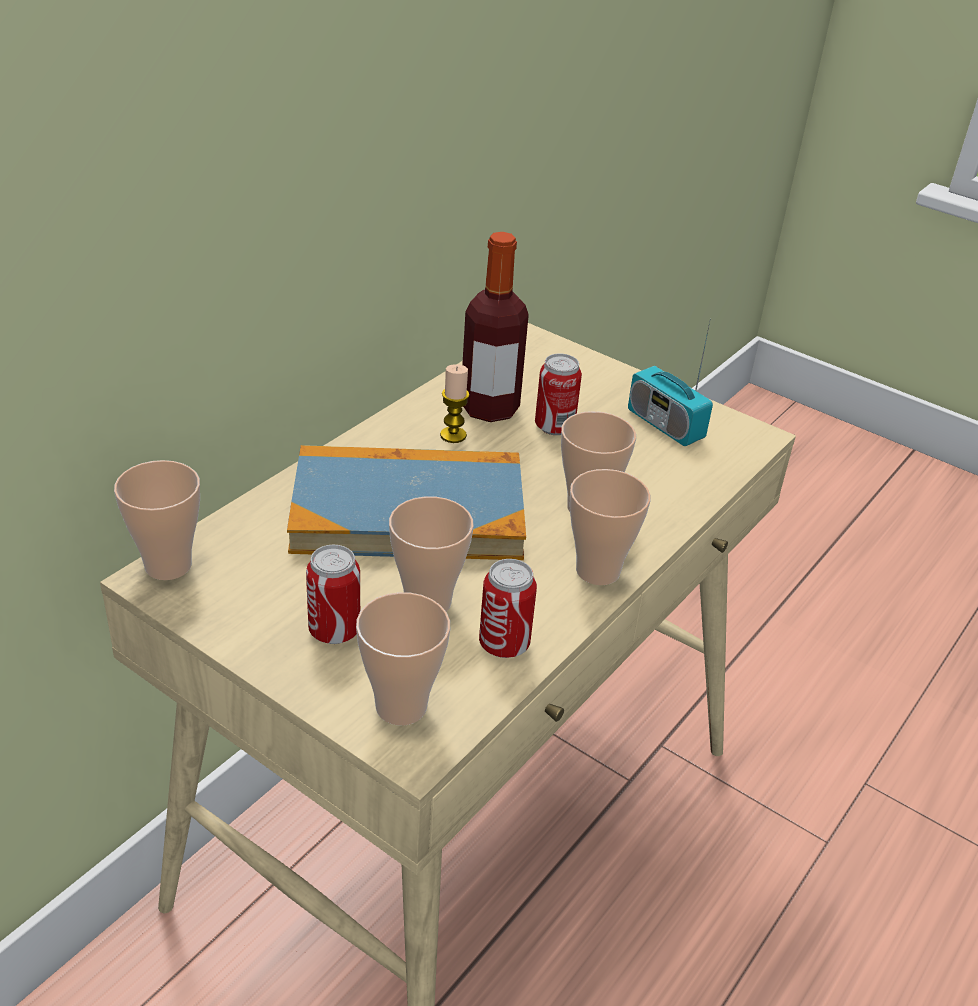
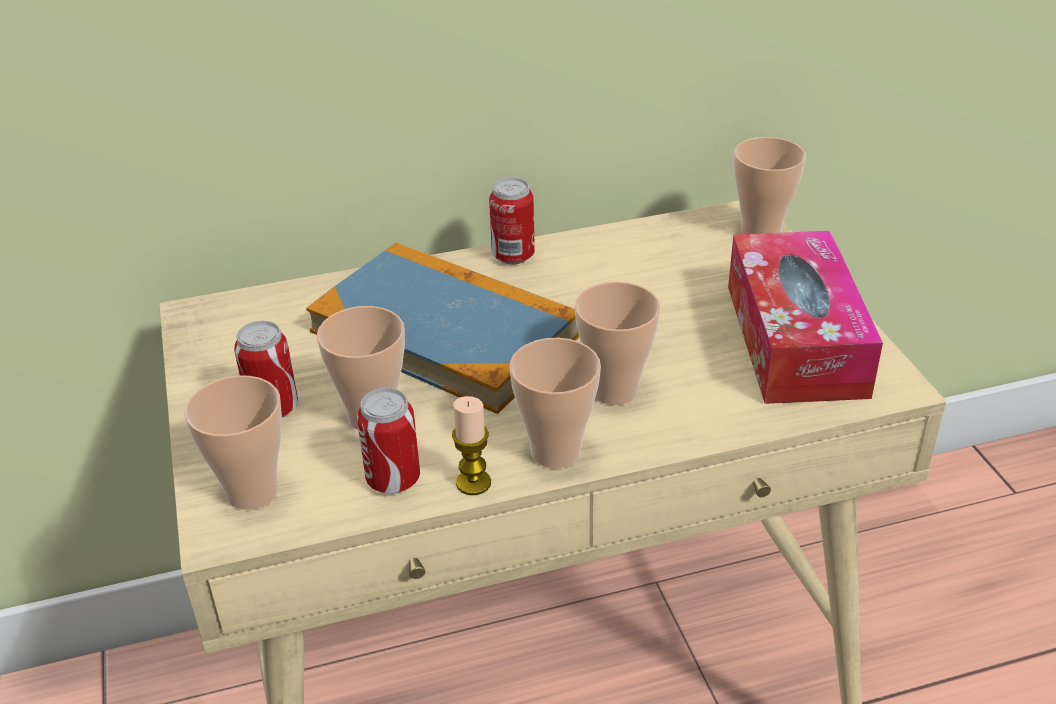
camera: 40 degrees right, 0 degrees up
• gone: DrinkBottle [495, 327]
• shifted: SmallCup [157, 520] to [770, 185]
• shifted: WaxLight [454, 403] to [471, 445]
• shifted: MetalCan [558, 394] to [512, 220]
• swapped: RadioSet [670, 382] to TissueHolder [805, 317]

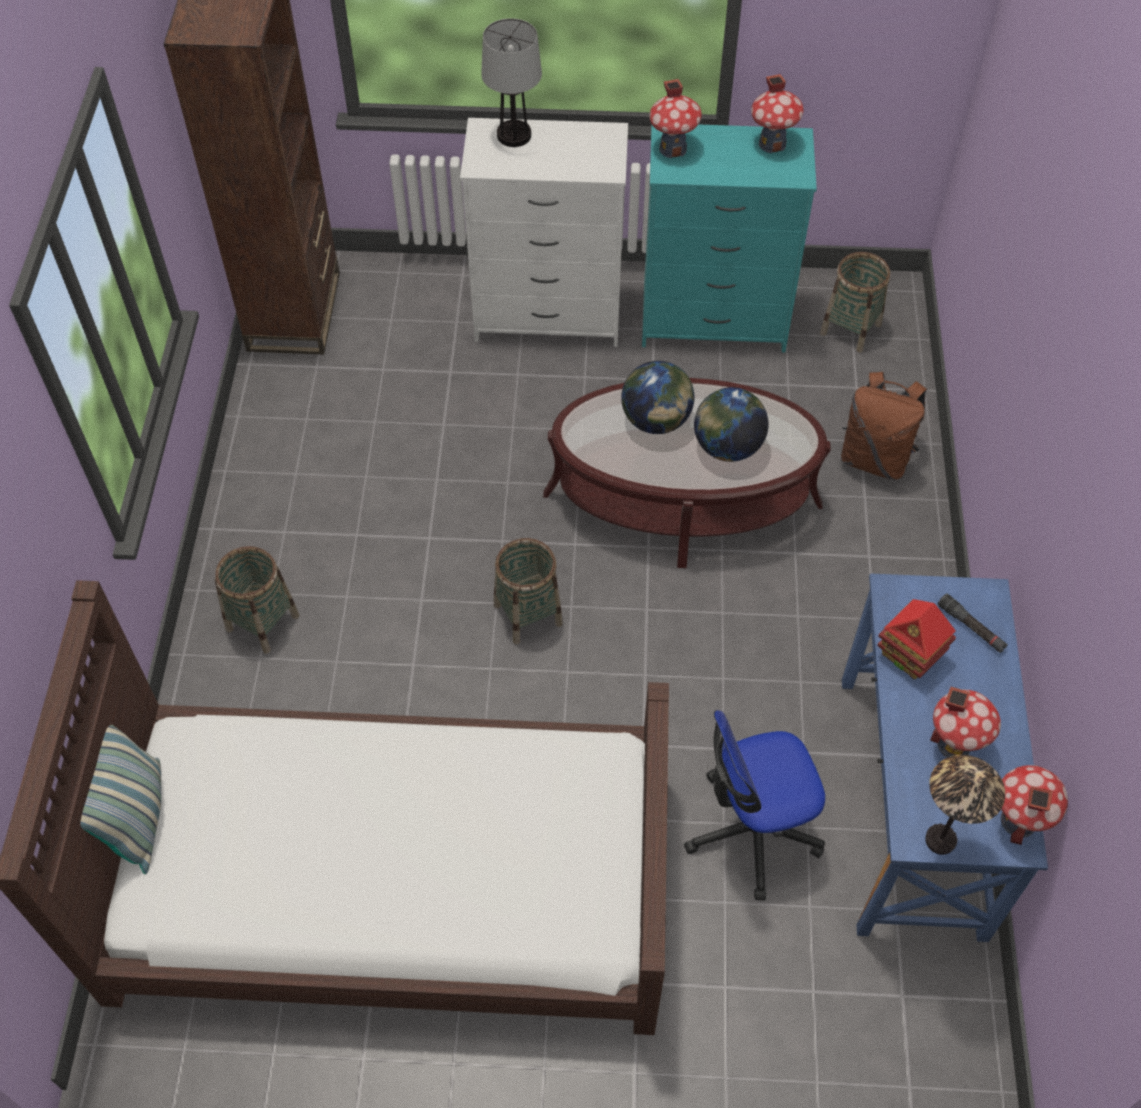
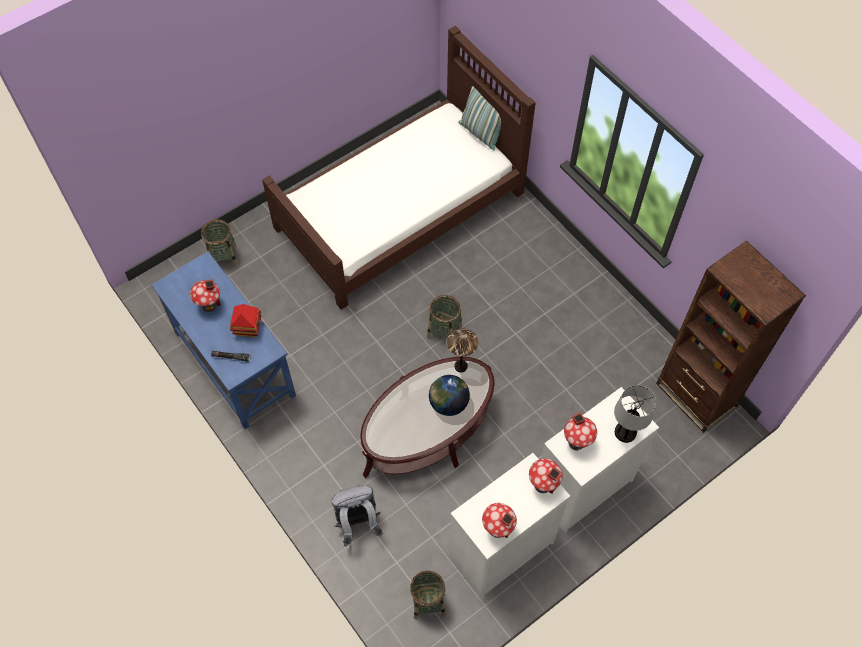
camera: 140 degrees right, 5 degrees up
• gone: OfficeChair [754, 805]
• gone: DeskGlobe [731, 424]
• shifted: Basket [257, 599] to [219, 243]
• shifted: LampForATable [965, 805] to [462, 351]
• shifted: MiniatureHouse [1034, 805] to [580, 431]
• repainted: TurquoiseDrawerChest [729, 238] to WhiteDrawerChest [509, 526]
• repainted: BrownColouredBackpack [884, 426] to GreyishBackpack [357, 515]

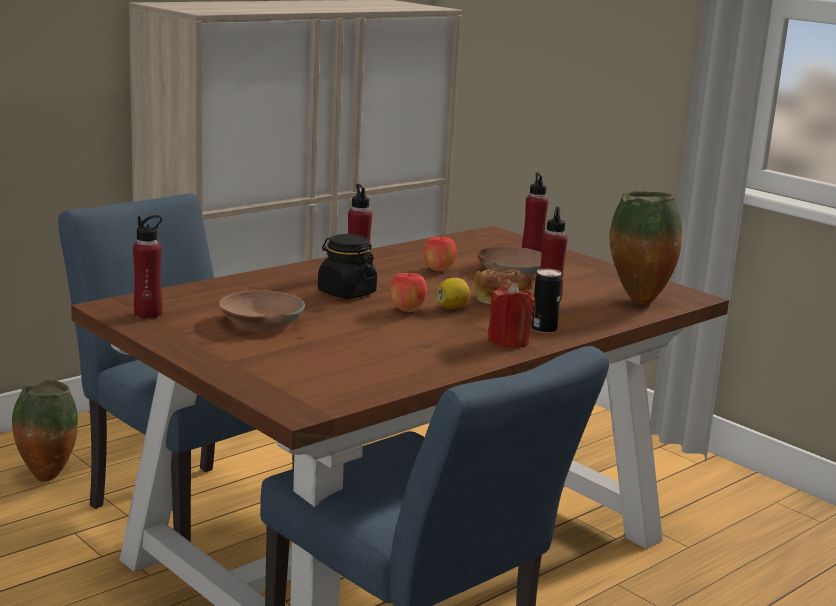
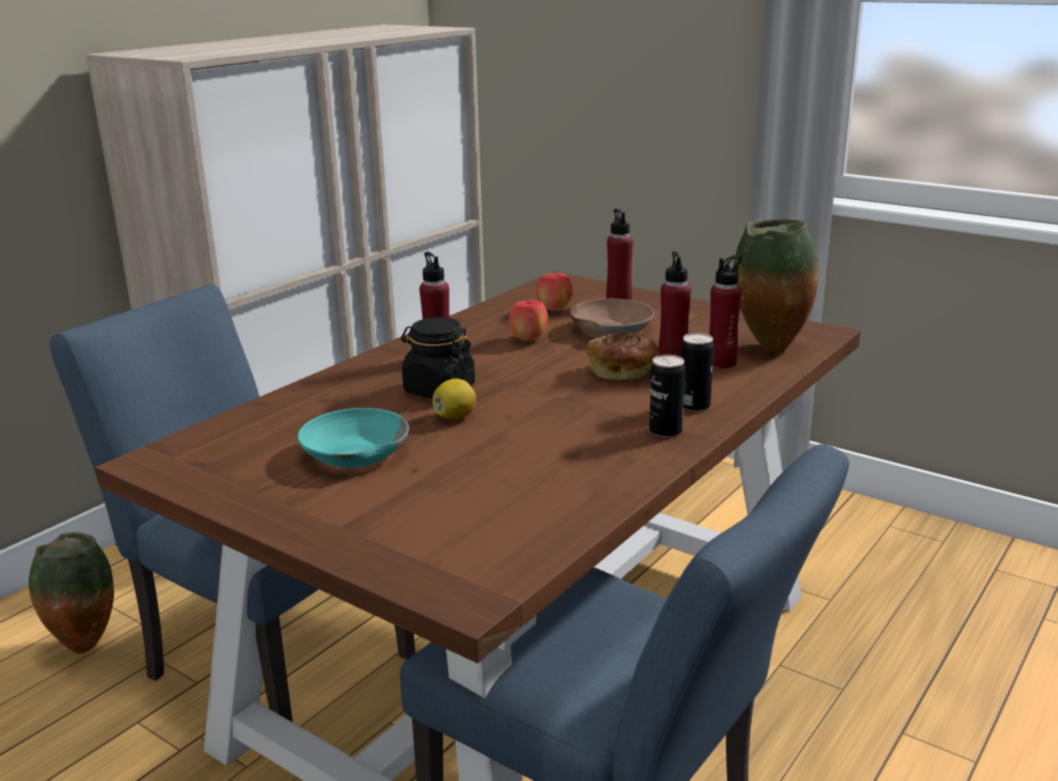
camera: 10 degrees left, 5 degrees up
• shifted: RedDrinkBottle [147, 267] to [725, 312]
• shifted: AppleFruit [408, 292] to [554, 292]
• shifted: Lemon [453, 293] to [454, 399]
• swapped: RedWaxLight [511, 315] to MetalCan [667, 396]
• repainted: BrownColouredDeepDish [262, 310] to TurquoiseDeepDish [353, 438]

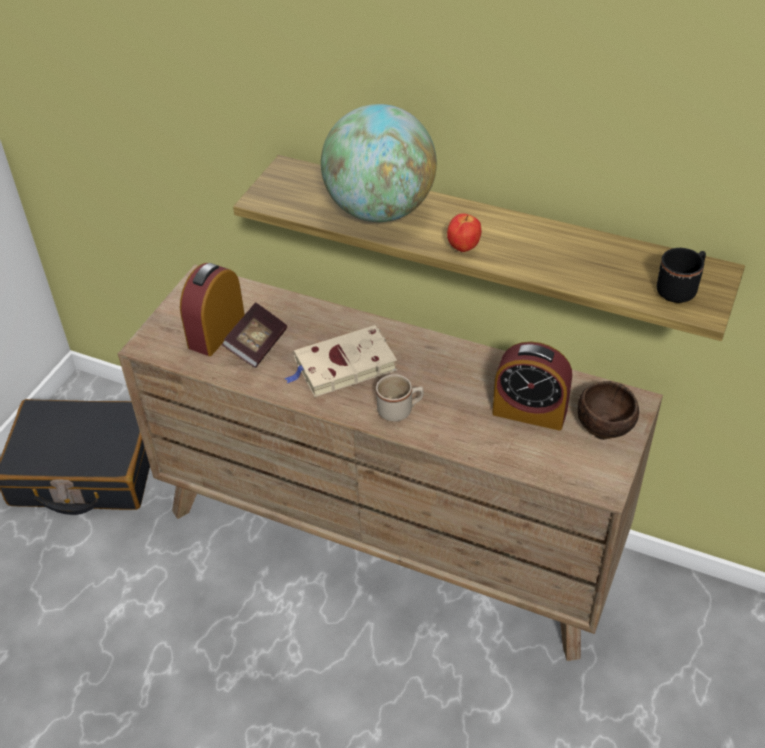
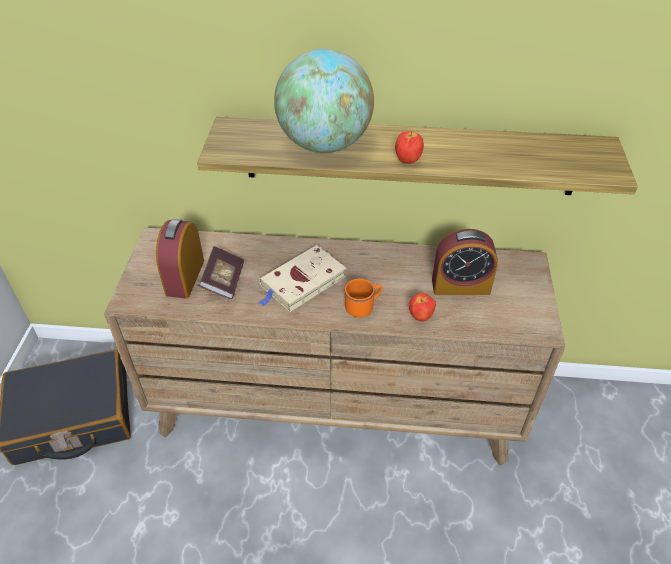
camera: 20 degrees left, 0 degrees up
• gone: BrownColouredDeepDish [608, 410]
• gone: BlackColouredTeaMug [681, 275]
• new: AppleFruit [422, 307]
• repainted: BeigeTeaMug [400, 398] to OrangeTeaMug [363, 298]

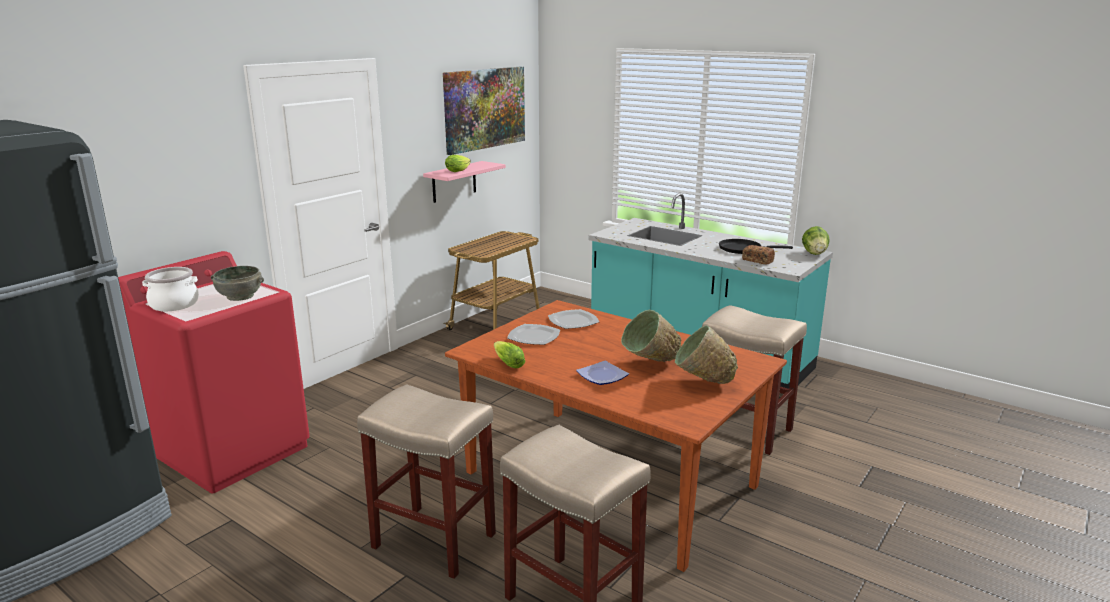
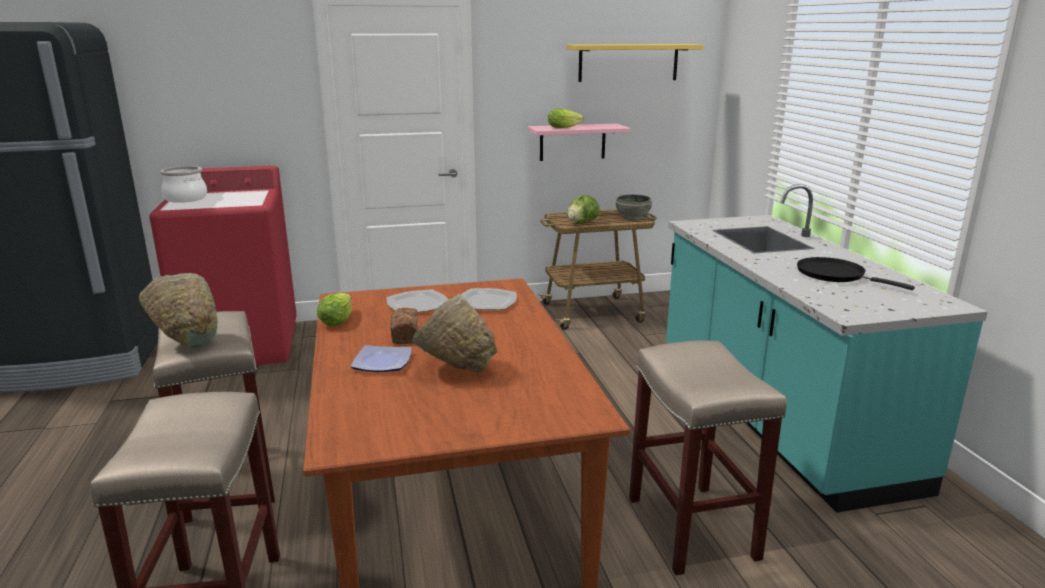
camera: 40 degrees right, 0 degrees up
• shifted: GreyishDeepDish [237, 283] to [634, 207]
• shifted: GreenColouredDeepDish [706, 354] to [178, 310]
• shifted: BakedBread [758, 254] to [404, 326]
• shifted: Lettuce [816, 240] to [583, 209]
• swapped: WallArt [484, 111] to YellowColouredBracketShelf [635, 63]

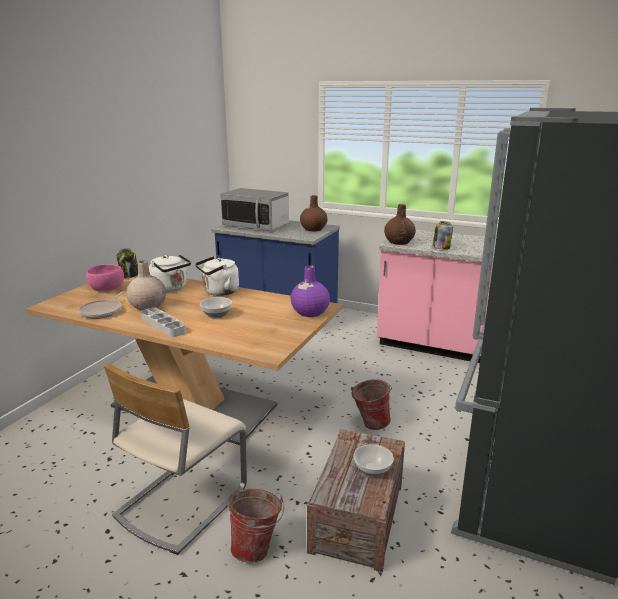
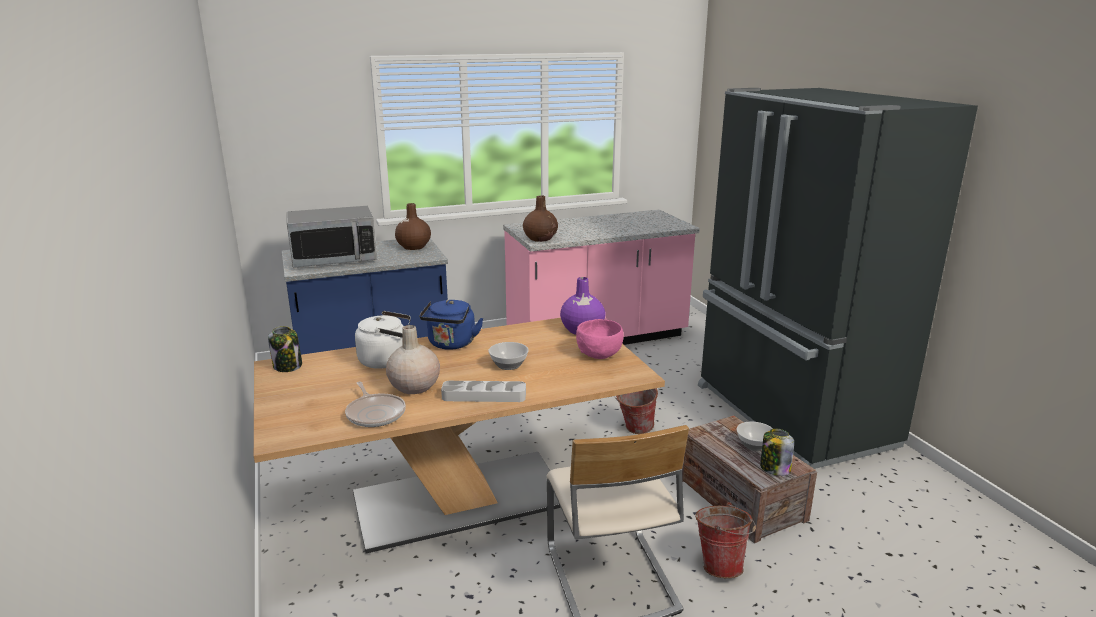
camera: 45 degrees left, 0 degrees up
• shifted: PinkDeepDish [105, 278] to [600, 339]
• shifted: StorageJar [443, 235] to [777, 452]
• repainted: WhiteWaterKettle [217, 276] to BluishWaterKettle [451, 325]

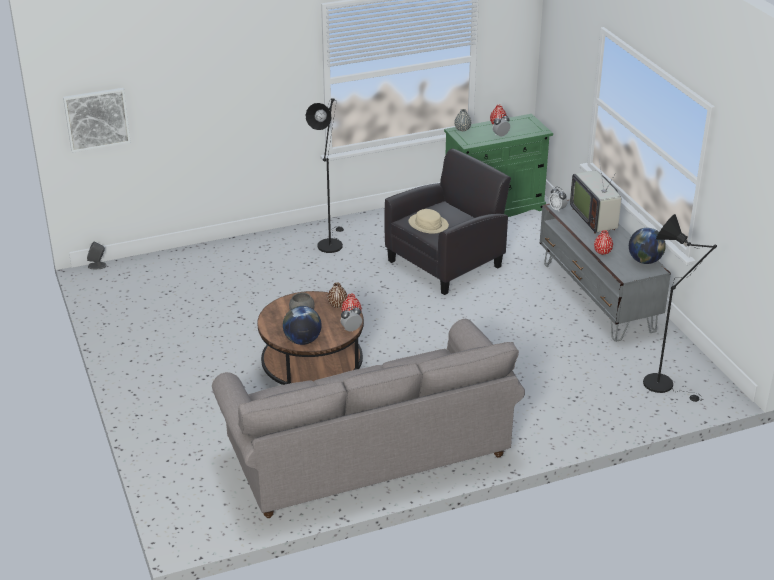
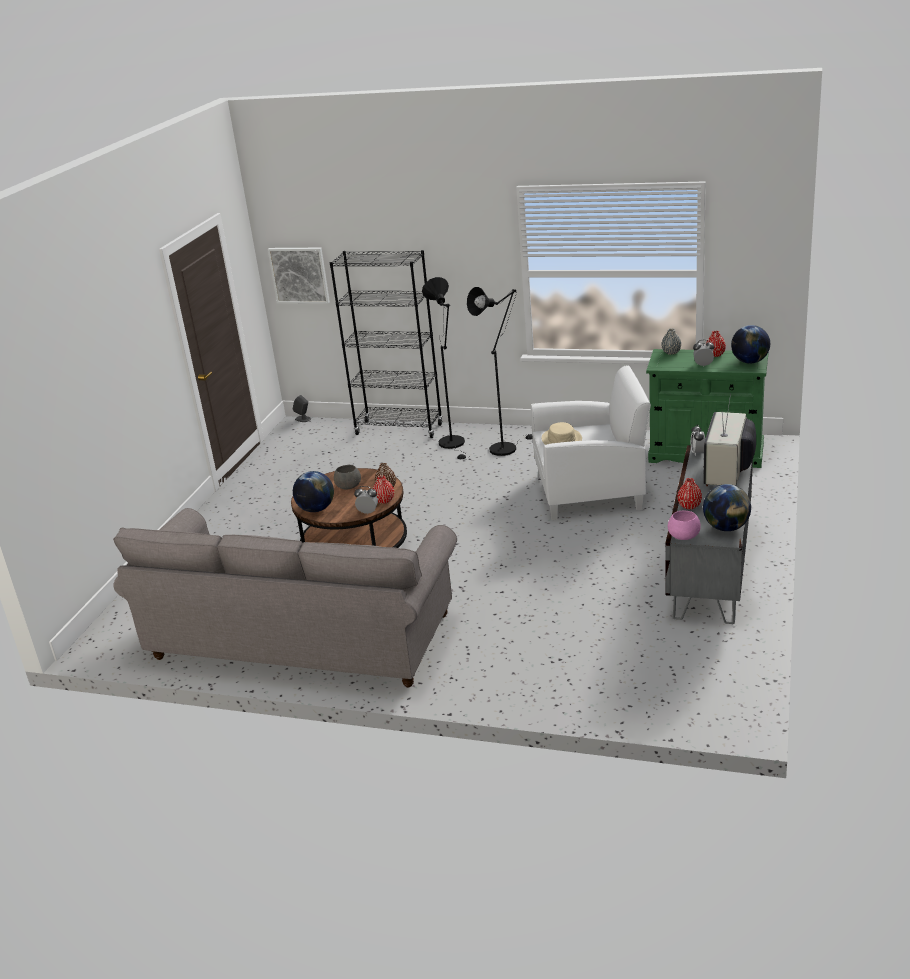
camera: 40 degrees right, 5 degrees down
• new: BlackColouredBookshelf [386, 344]
• new: PinkDeepDish [684, 525]
• new: DeskGlobe [750, 344]
• shifted: BlackColouredStandingLamp [680, 308] to [445, 368]
• repainted: BlackColouredLoungeChair [448, 221] to WhiteLoungeChair [591, 442]

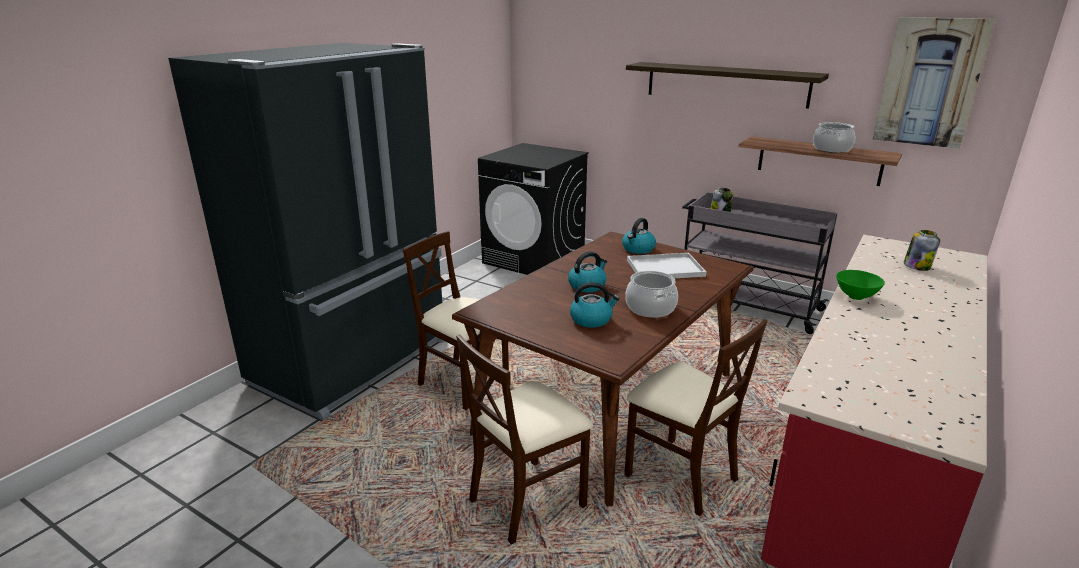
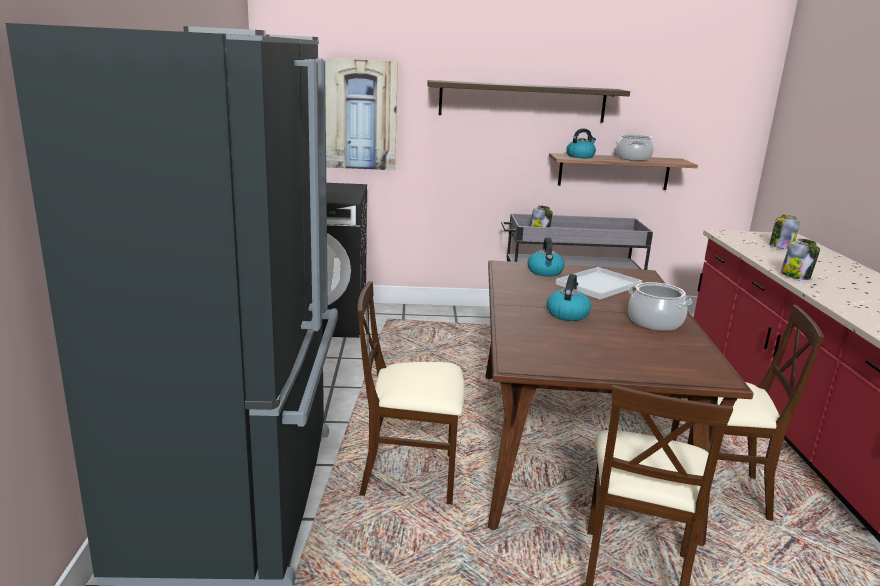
camera: 35 degrees left, 5 degrees down
• shifted: WaterKettle [595, 305] to [581, 143]
• shifted: WallArt [933, 83] to [361, 114]
• swapped: GreenColouredDeepDish [860, 285] to StorageJar [800, 259]

